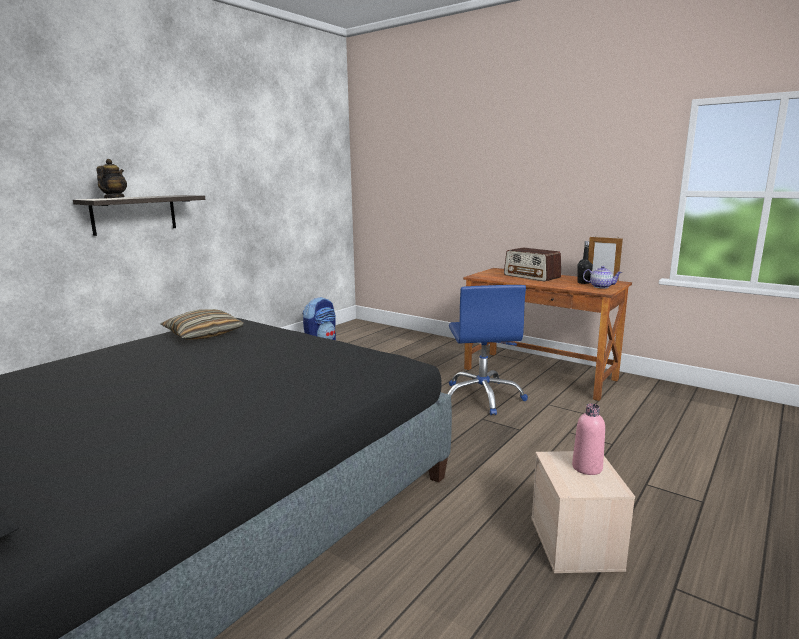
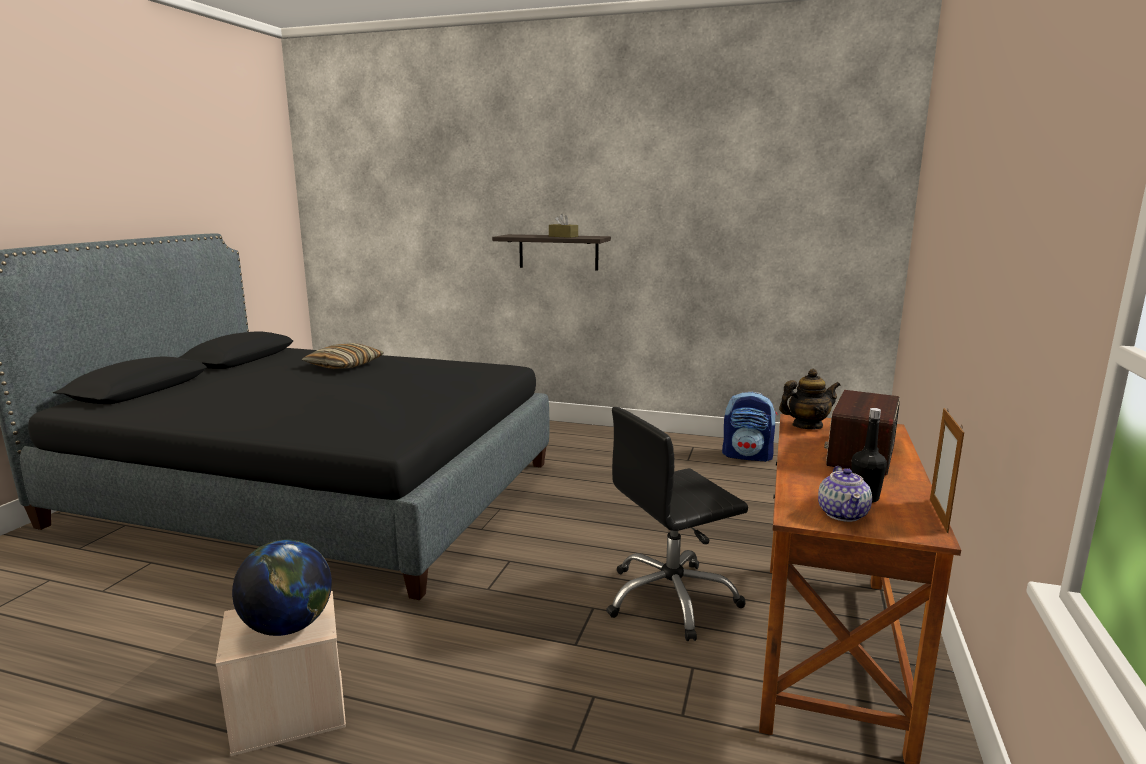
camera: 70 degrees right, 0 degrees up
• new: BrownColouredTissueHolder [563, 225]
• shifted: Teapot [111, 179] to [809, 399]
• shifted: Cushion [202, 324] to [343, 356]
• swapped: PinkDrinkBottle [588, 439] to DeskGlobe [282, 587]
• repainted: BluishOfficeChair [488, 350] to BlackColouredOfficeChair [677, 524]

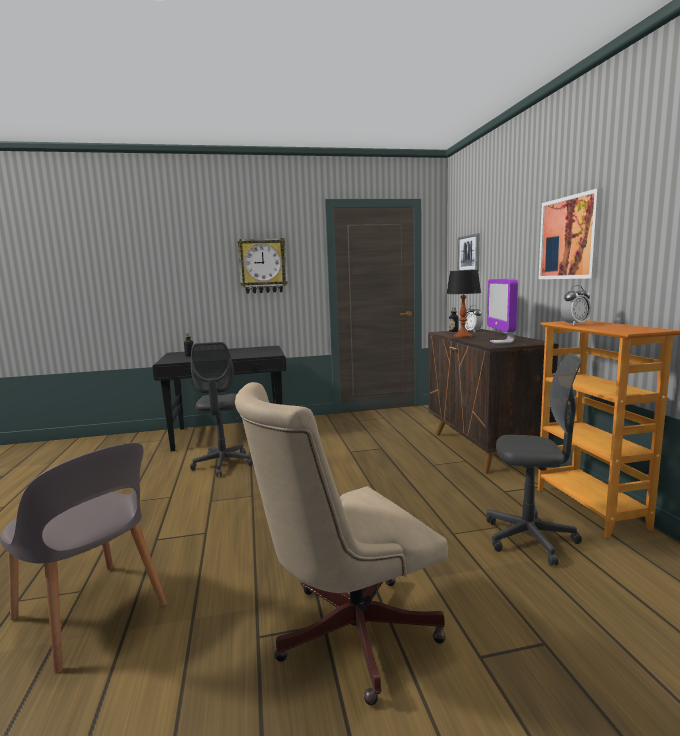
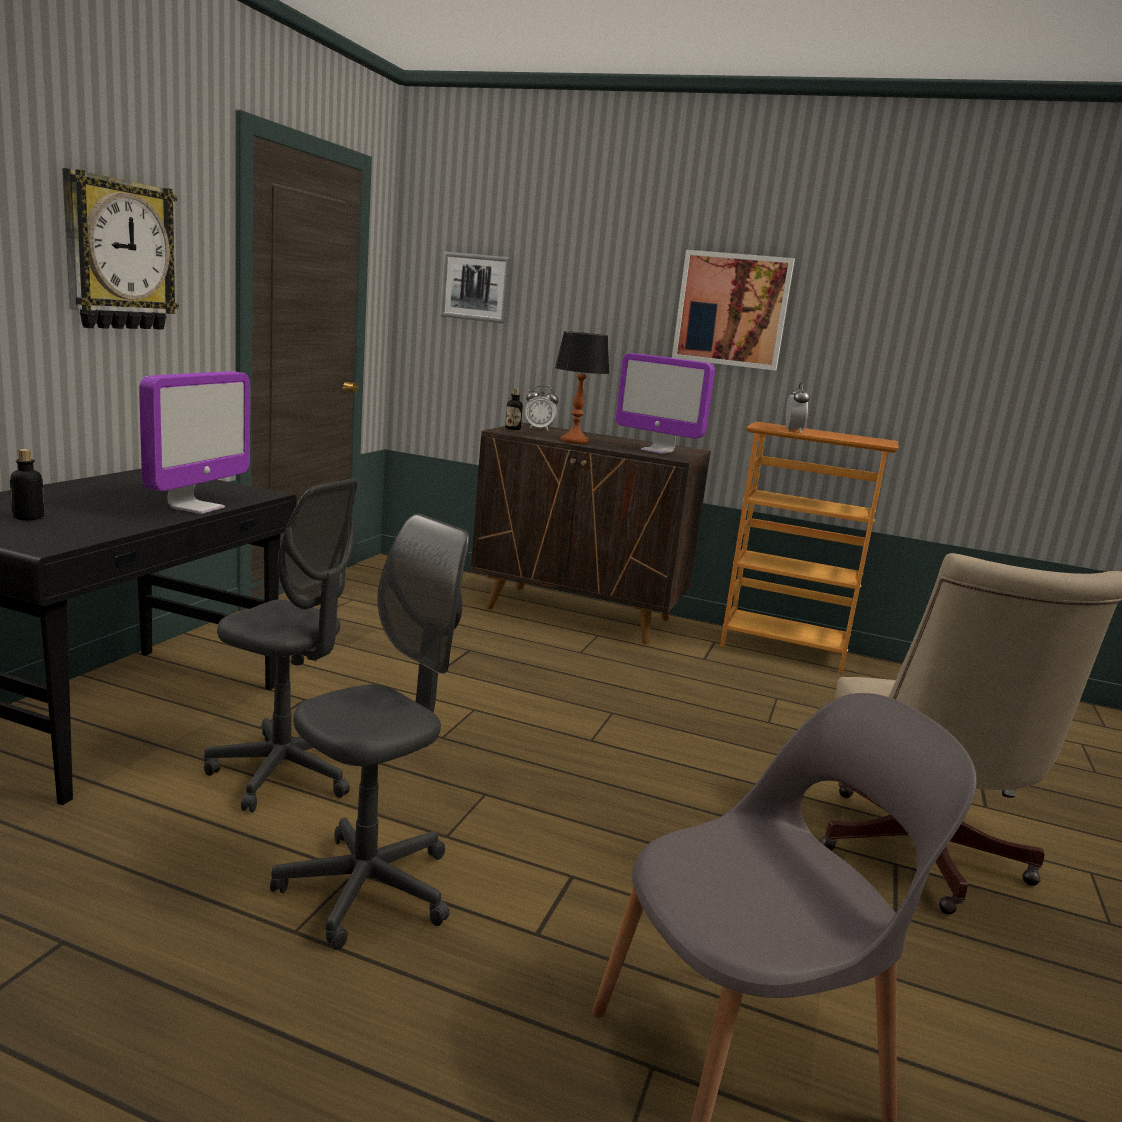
camera: 60 degrees left, 5 degrees up
• new: Monitor [194, 442]
• shifted: GreyishOfficeChair [534, 459] to [369, 732]

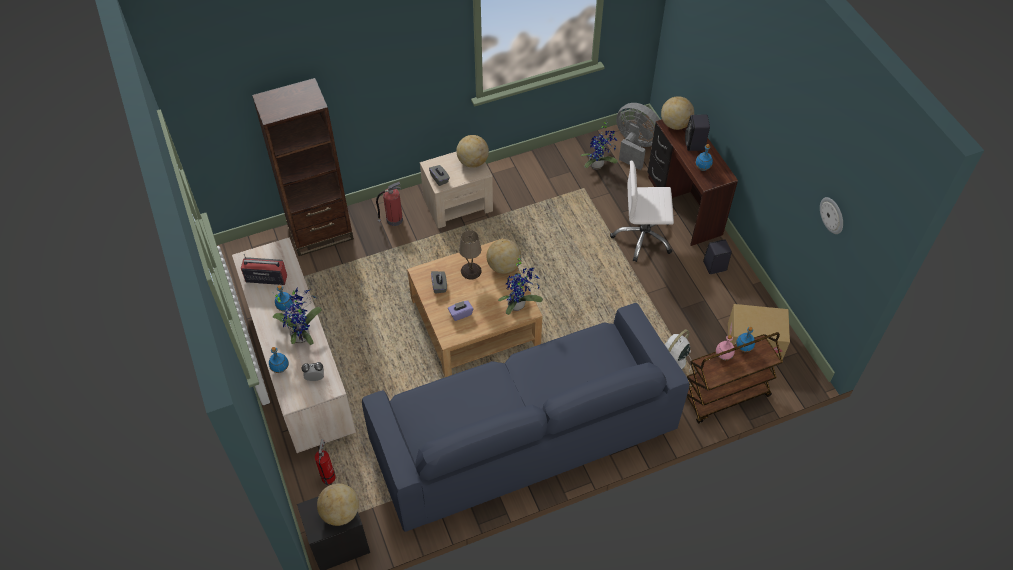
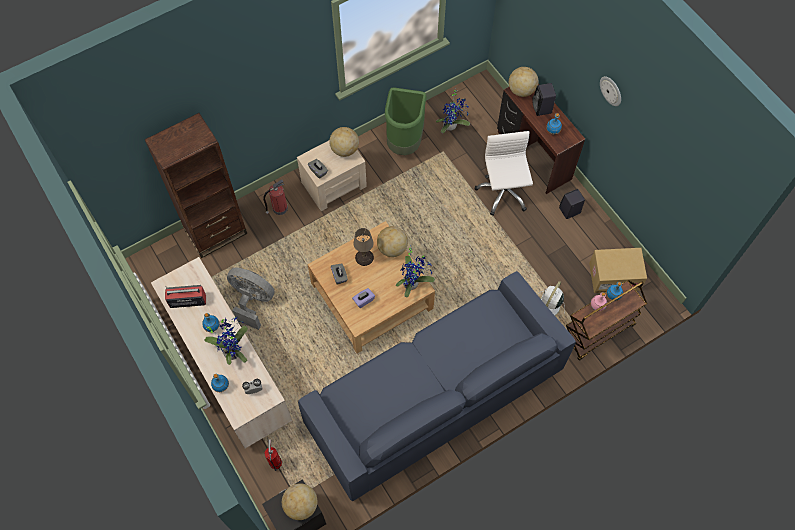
camera: 10 degrees left, 10 degrees up
• new: GreenColouredWasteBin [406, 121]
• shifted: GreyishFan [638, 136] to [251, 299]
• shifted: WallClock [831, 215] to [610, 91]
• rotated: WhiteOfficeChair [642, 211] = [504, 173] 90 degrees clockwise

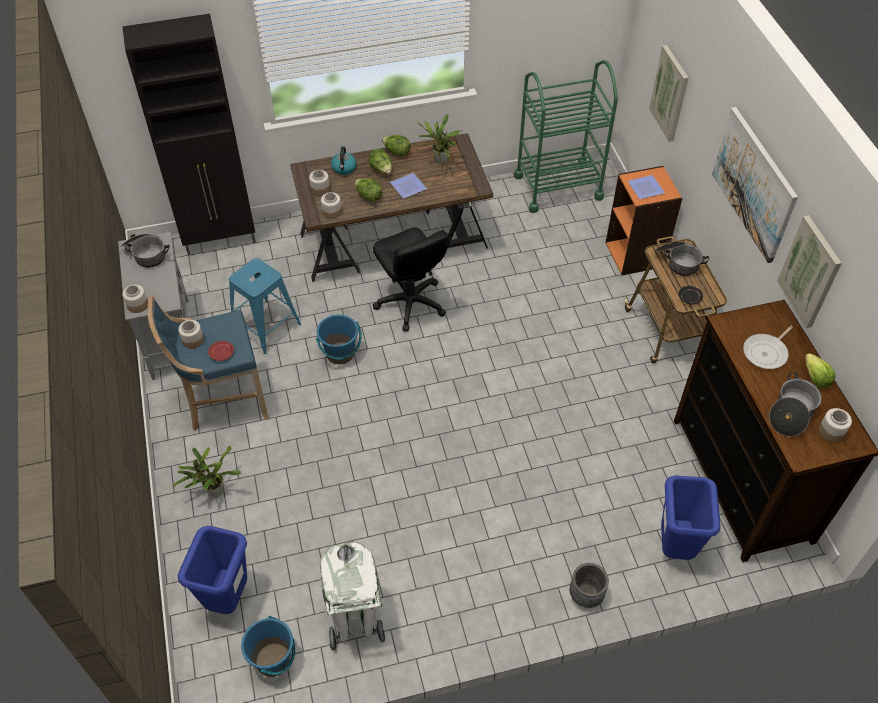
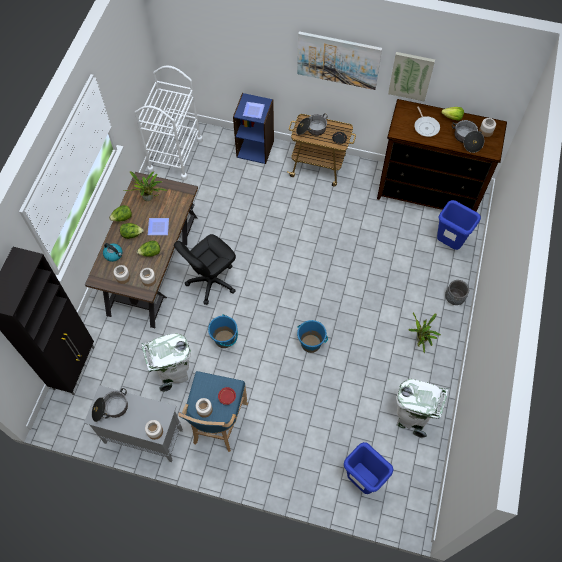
camera: 60 degrees left, 10 degrees up
• gone: WallArt [669, 93]
• shifted: PlantInAPot [207, 471] to [425, 333]
• shifted: BluishBucket [268, 646] to [312, 336]
• swapped: BluishSittingStool [265, 306] to WhiteWasteBin [166, 362]
• repainted: GreenColouredWheeledCart [566, 136] to WhiteWheeledCart [169, 122]
• repainted: OrangeBookshelf [644, 221] to BluishBookshelf [253, 128]
• rotated: BlackColouredOfficeChair [411, 279] = [205, 269] 135 degrees clockwise

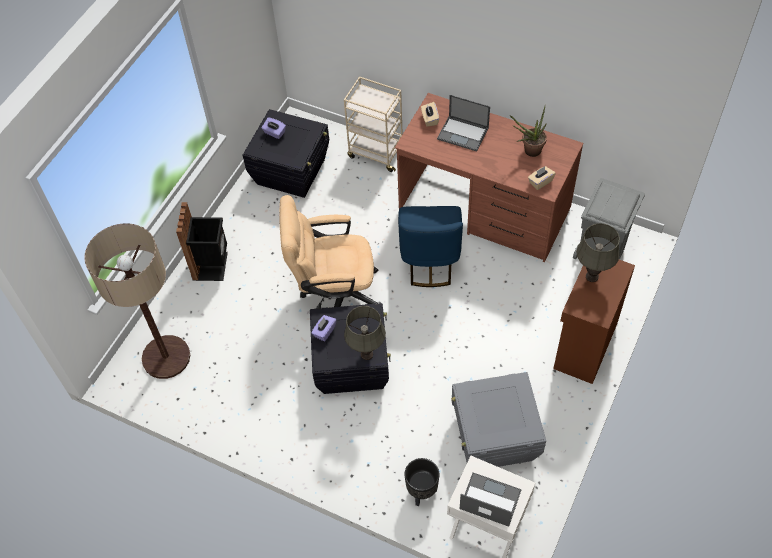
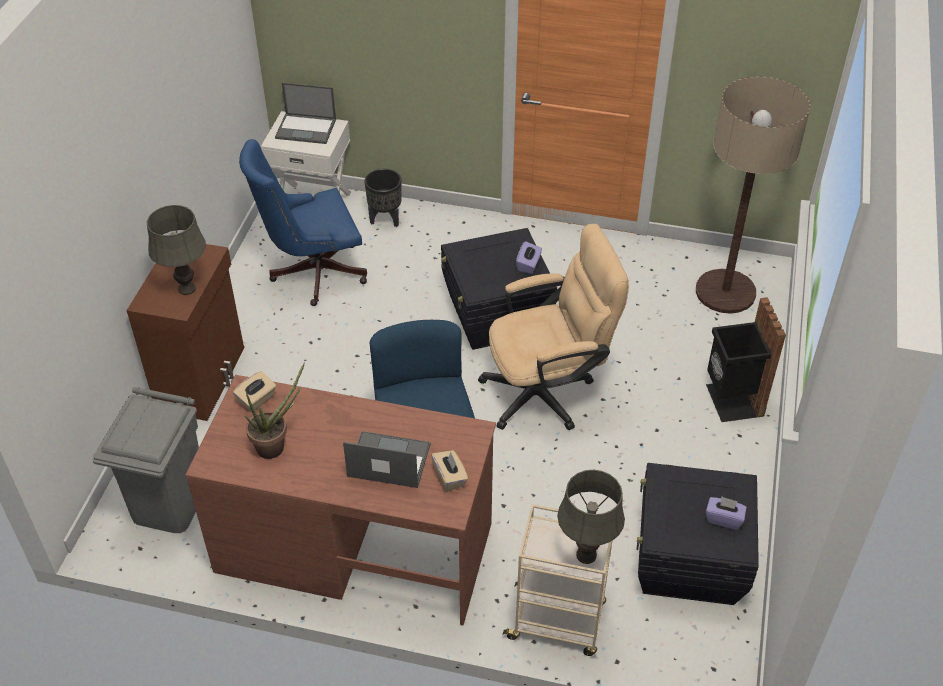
camera: 165 degrees right, 10 degrees down
• shifted: GreyishLampForATable [365, 333] to [591, 517]
• swapped: GreyishStorageContainer [498, 419] to BluishOfficeChair [303, 222]

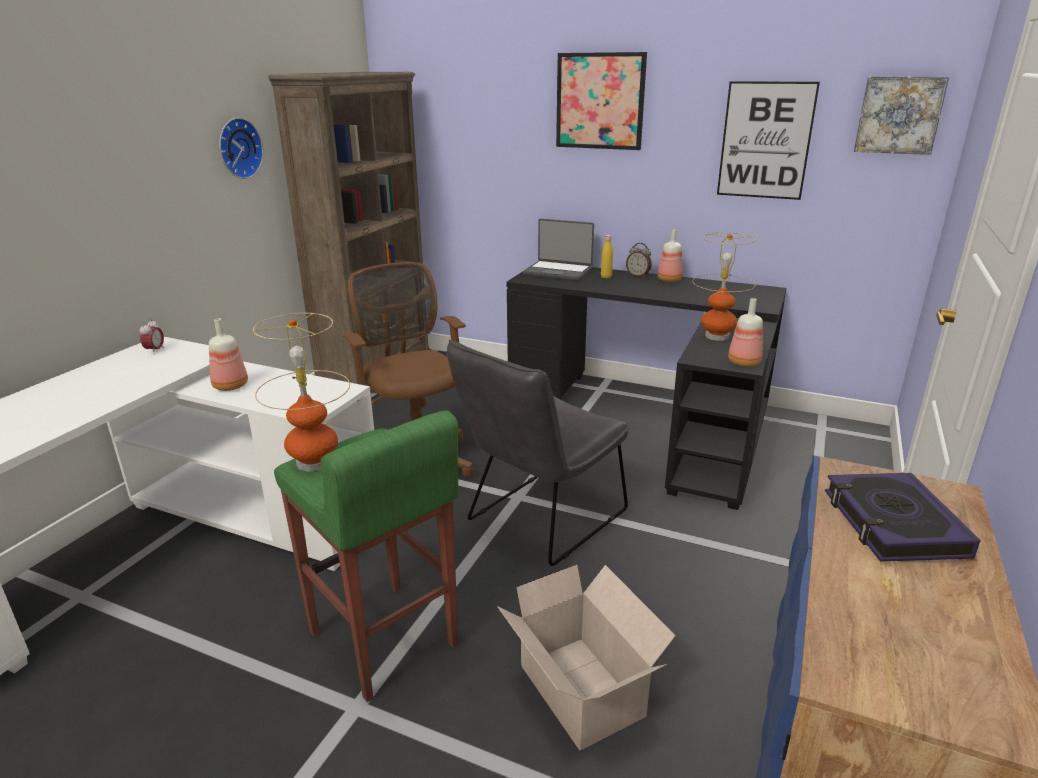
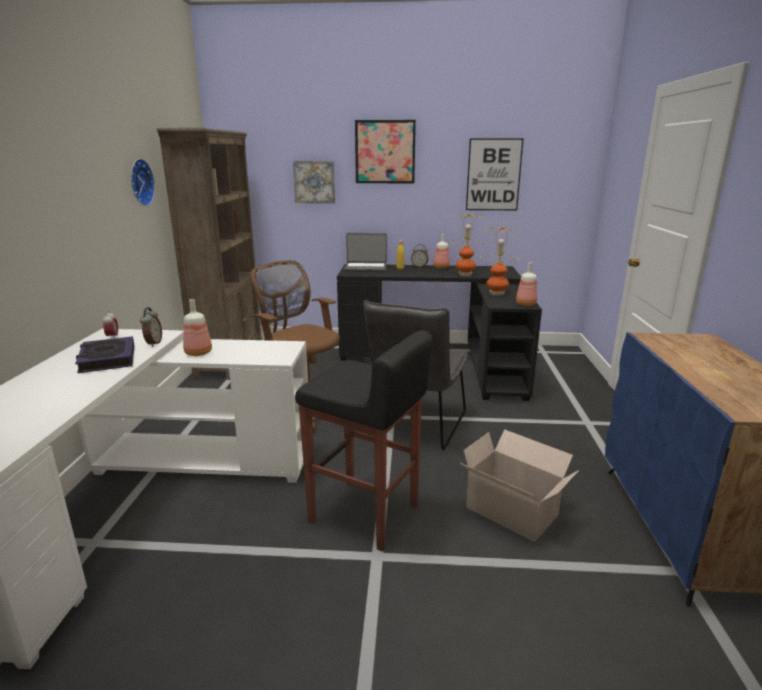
camera: 20 degrees left, 5 degrees down
• new: TableClock [151, 327]
• shifted: LampForATable [301, 392] to [467, 245]
• shifted: BoundBook [903, 517] to [105, 354]
• shifted: WallArt [901, 115] to [314, 182]
• repainted: GreenColouredSittingStool [366, 556] to BlackColouredSittingStool [364, 441]

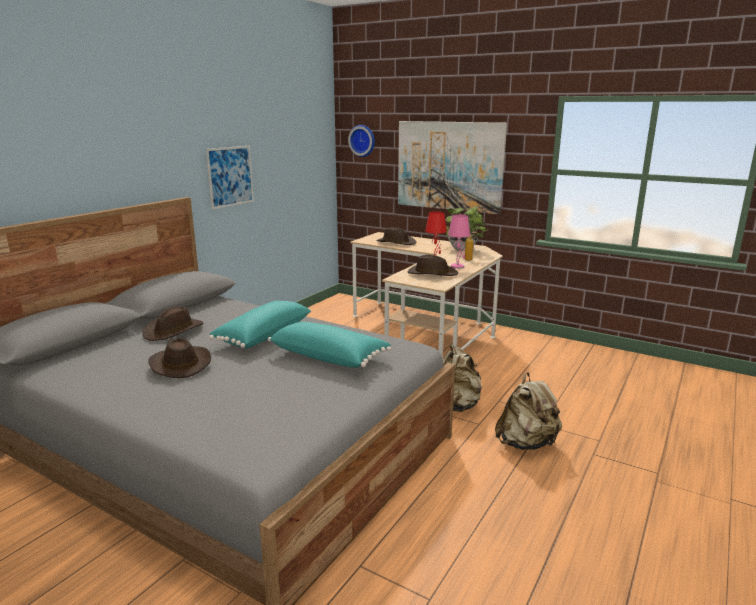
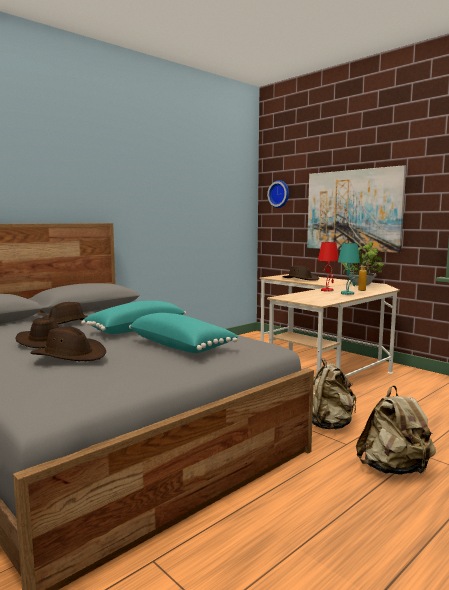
camera: 15 degrees right, 10 degrees down
• gone: WallArt [230, 177]
• shifted: BrownColouredHat [433, 265] to [68, 343]
• repainted: PinkLampForATable [459, 241] to TurquoiseLampForATable [349, 269]

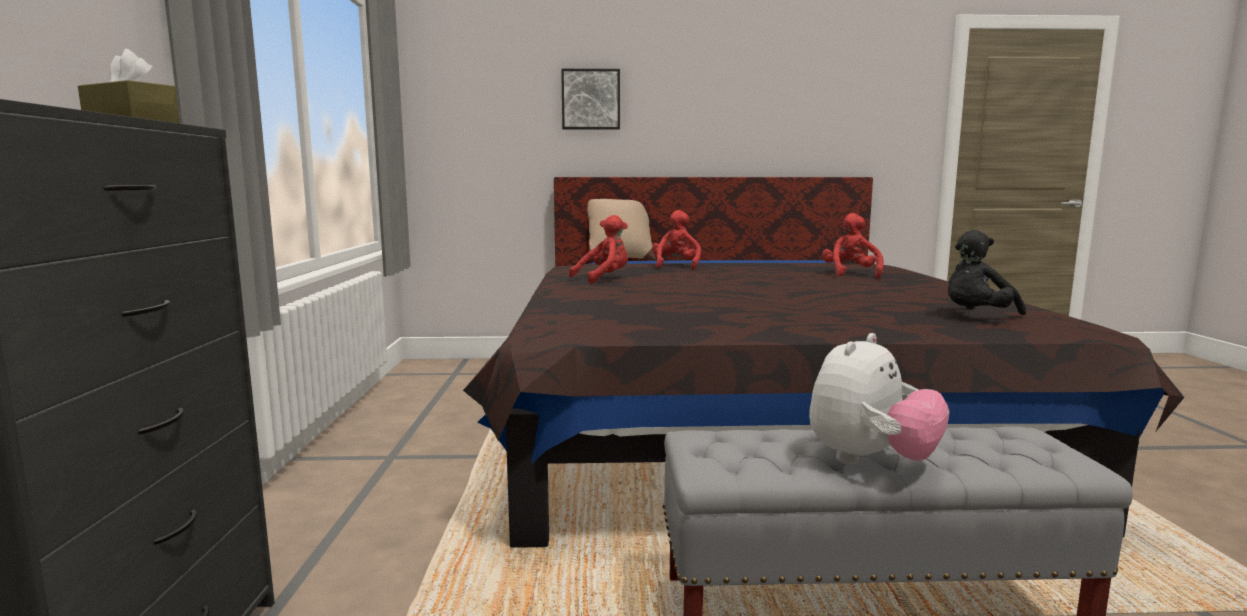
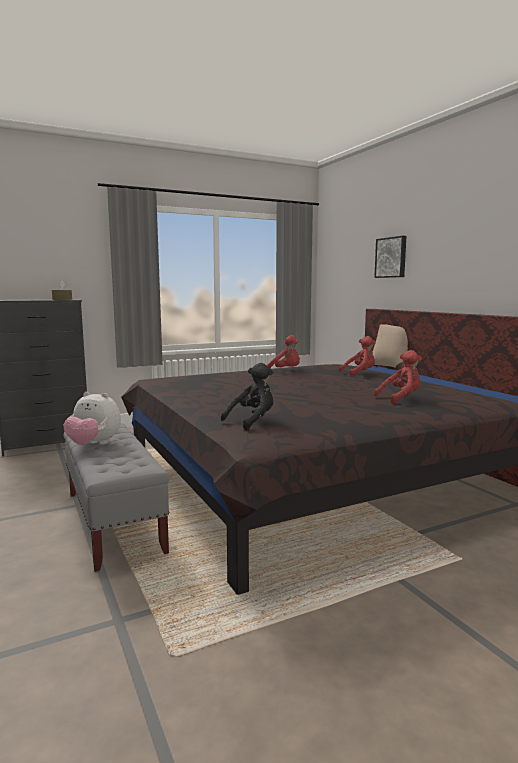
camera: 65 degrees right, 0 degrees up
• rotated: BlackColouredPlushToy [987, 272] = [247, 396] 105 degrees clockwise

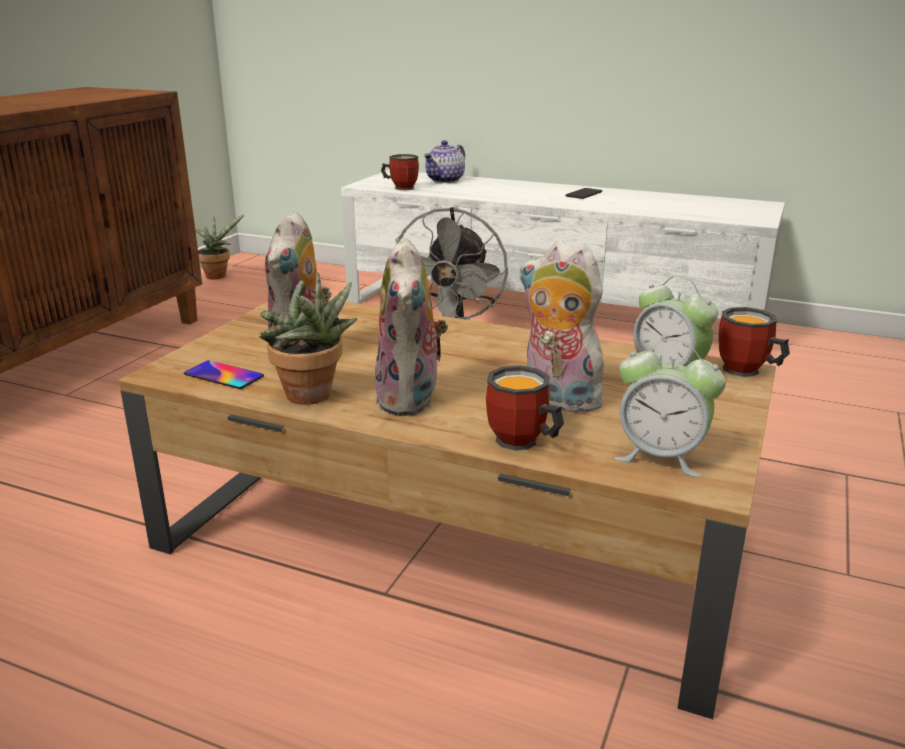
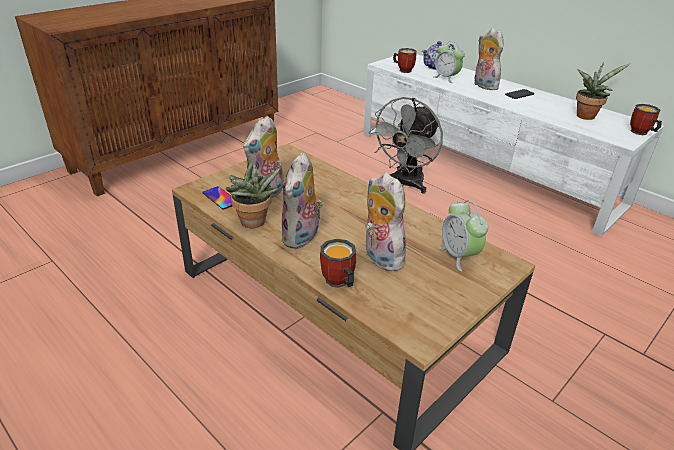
camera: 20 degrees right, 10 degrees up
• new: PlushToy [488, 59]
• shifted: PlantInAPot [219, 246] to [603, 91]
• shifted: TableClock [670, 408] to [449, 62]
• shifted: TeaMug [754, 342] to [646, 119]

